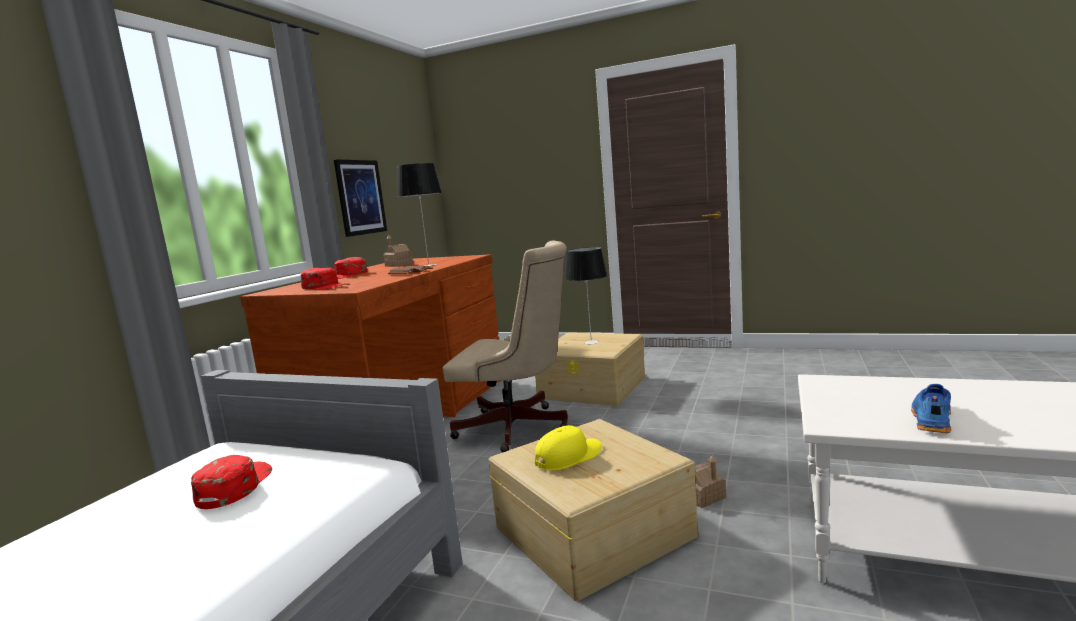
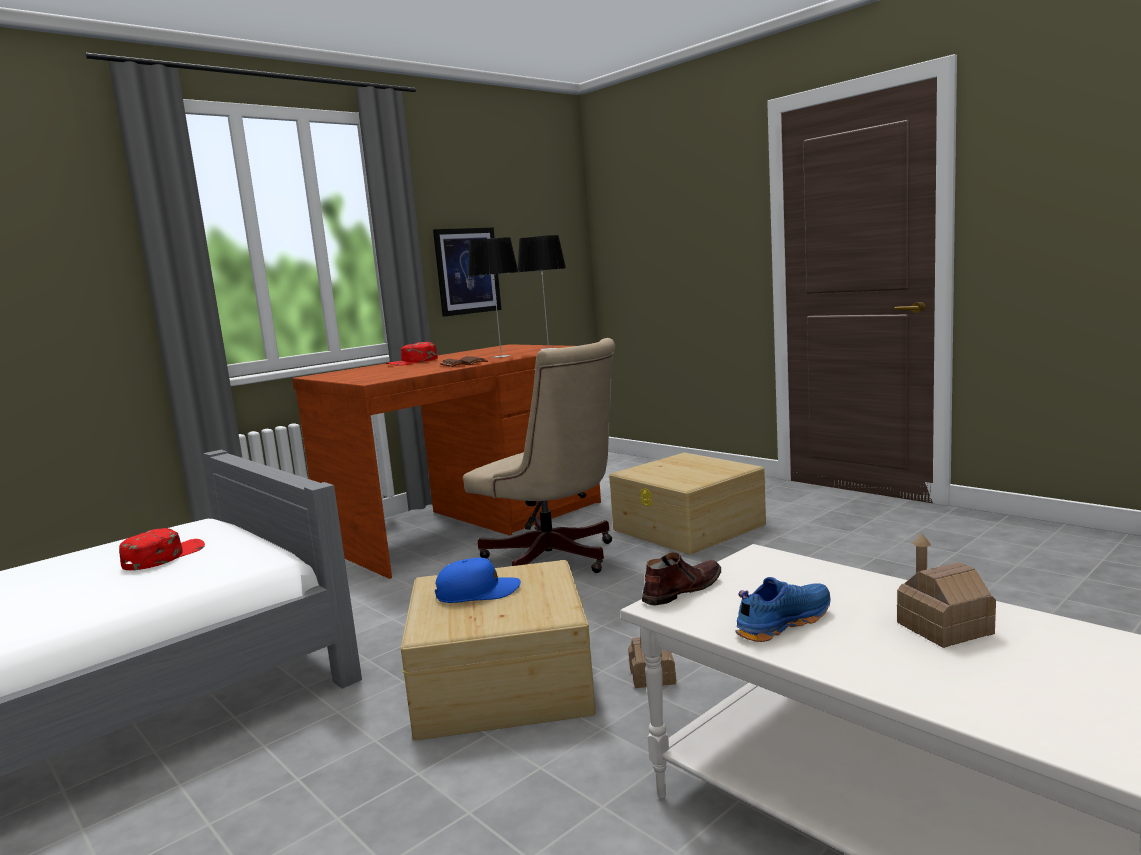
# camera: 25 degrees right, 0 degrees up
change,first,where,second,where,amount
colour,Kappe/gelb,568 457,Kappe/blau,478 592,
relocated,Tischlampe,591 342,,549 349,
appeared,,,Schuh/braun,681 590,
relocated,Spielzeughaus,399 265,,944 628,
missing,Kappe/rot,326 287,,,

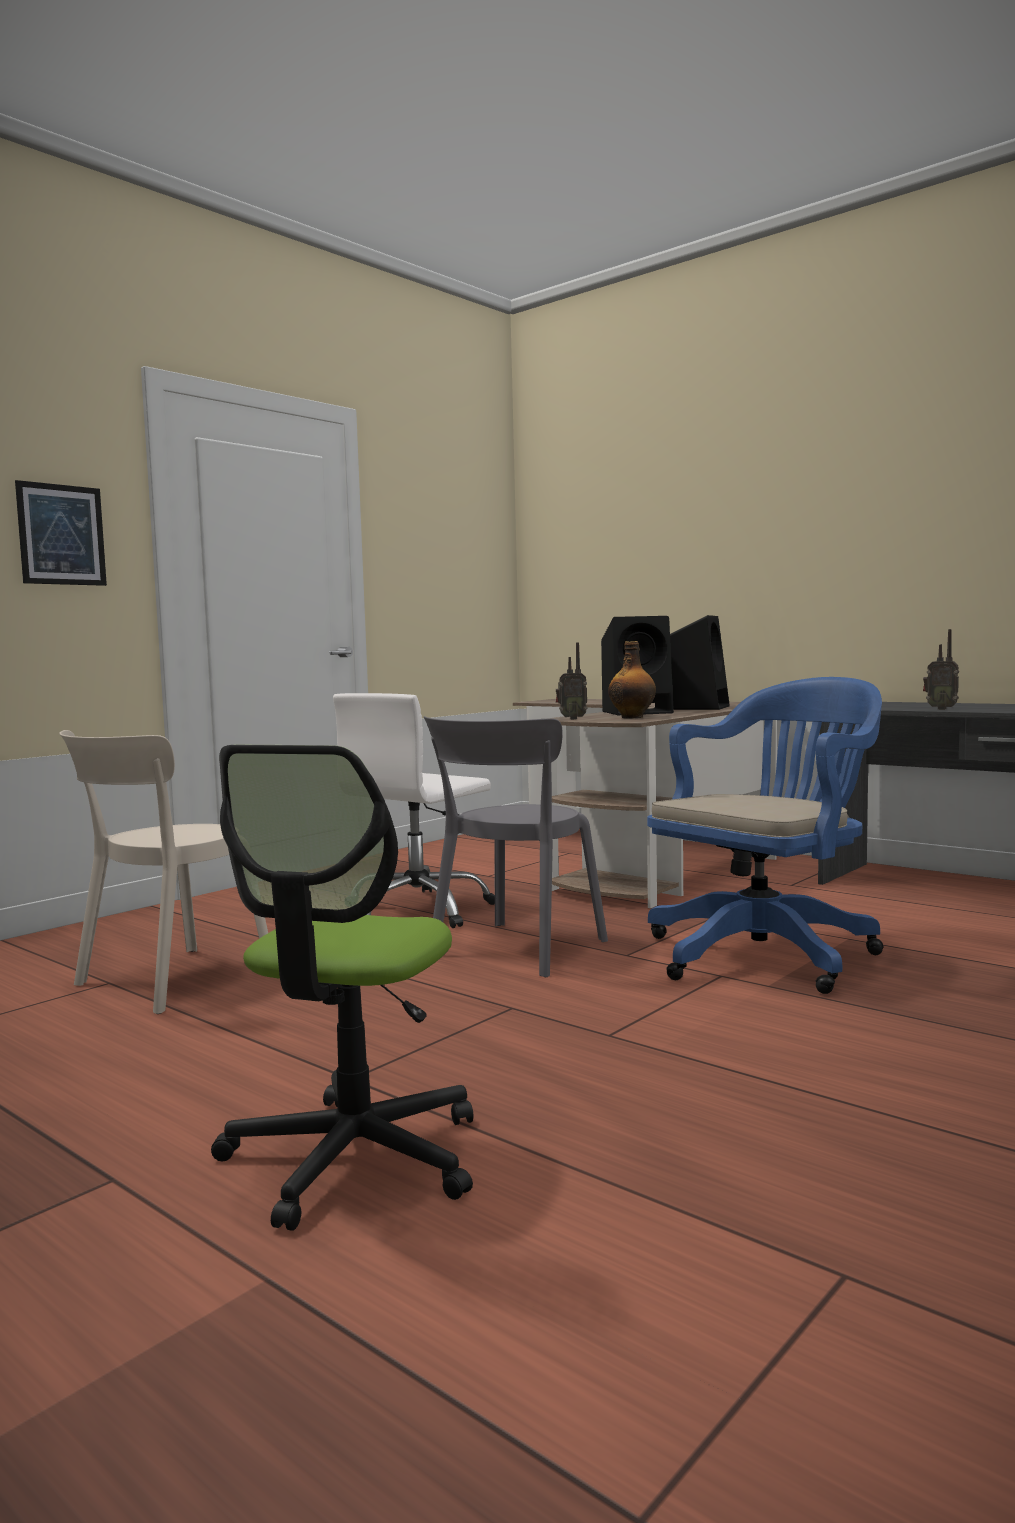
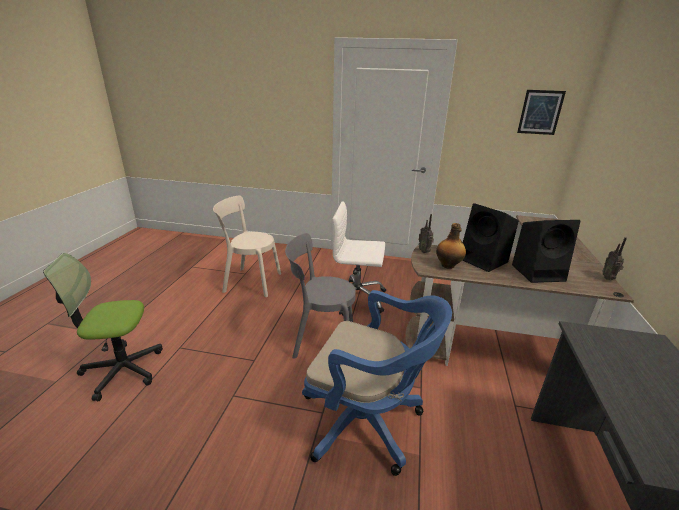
# camera: 60 degrees right, 20 degrees up
change,first,where,second,where,amount
relocated,Bild,61 534,,540 112,
relocated,Radio,941 709,,608 278,

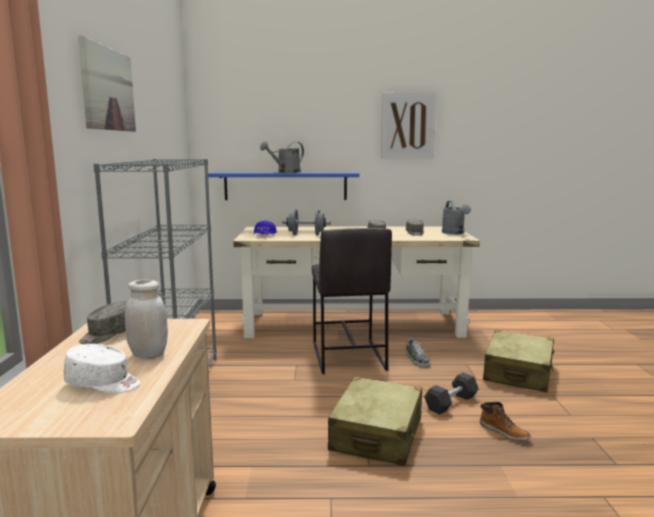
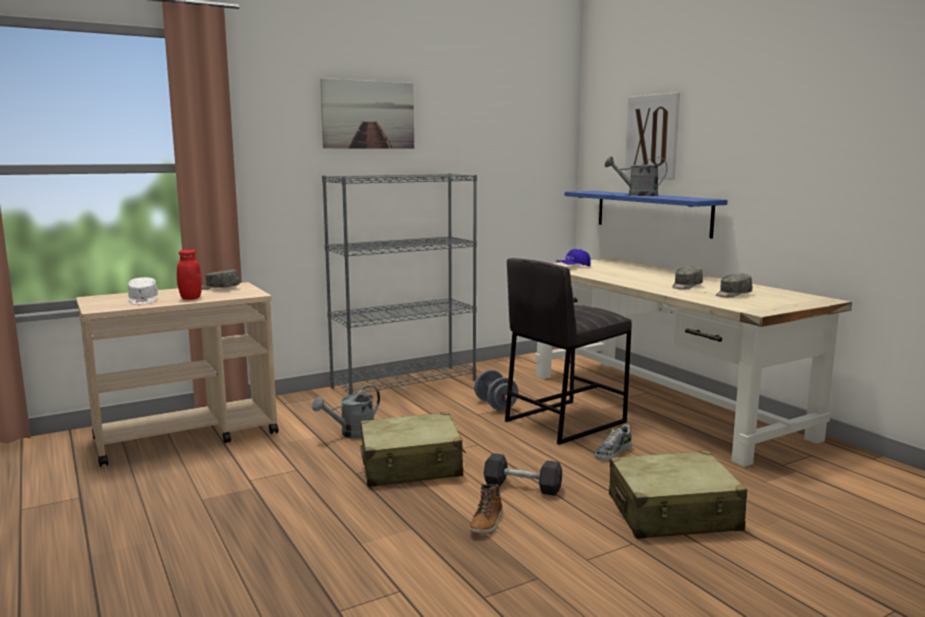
# camera: 60 degrees right, 0 degrees up
change,first,where,second,where,amount
colour,Vorratsglas/weiß,148 354,Vorratsglas/rot,190 298,
relocated,Gießkanne/grau,454 233,,352 433,
relocated,Hantel/grau,306 235,,495 405,
relocated,Bild,408 125,,651 137,

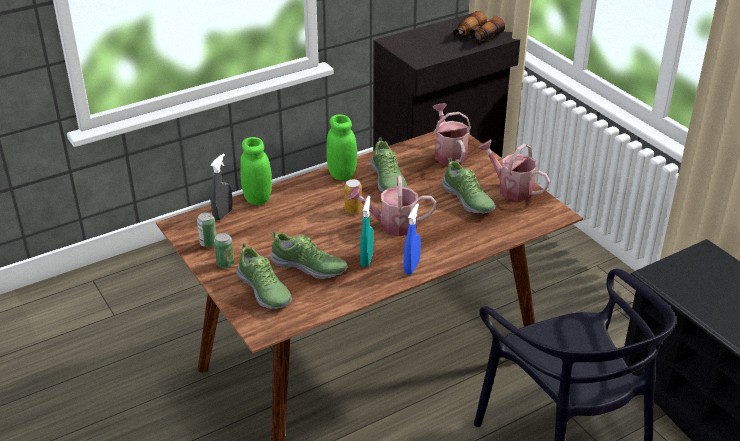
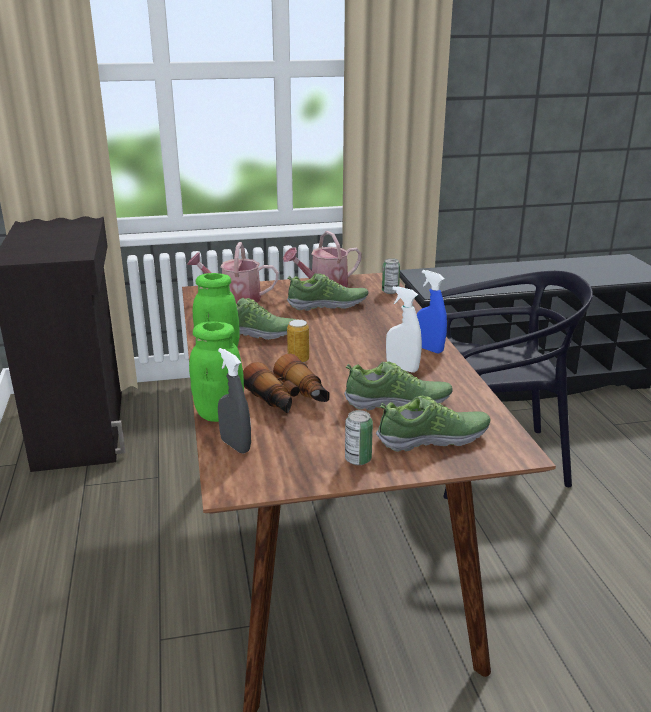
# camera: 70 degrees left, 10 degrees down
change,first,where,second,where,amount
relocated,Fernglas,475 37,,288 400,
spun,Schuh,309 267,,397 402,45 degrees clockwise
relocated,Dose,208 243,,390 291,
colour,Sprühflasche/türkis,366 259,Sprühflasche/weiß,402 368,
missing,Gießkanne,392 225,,,

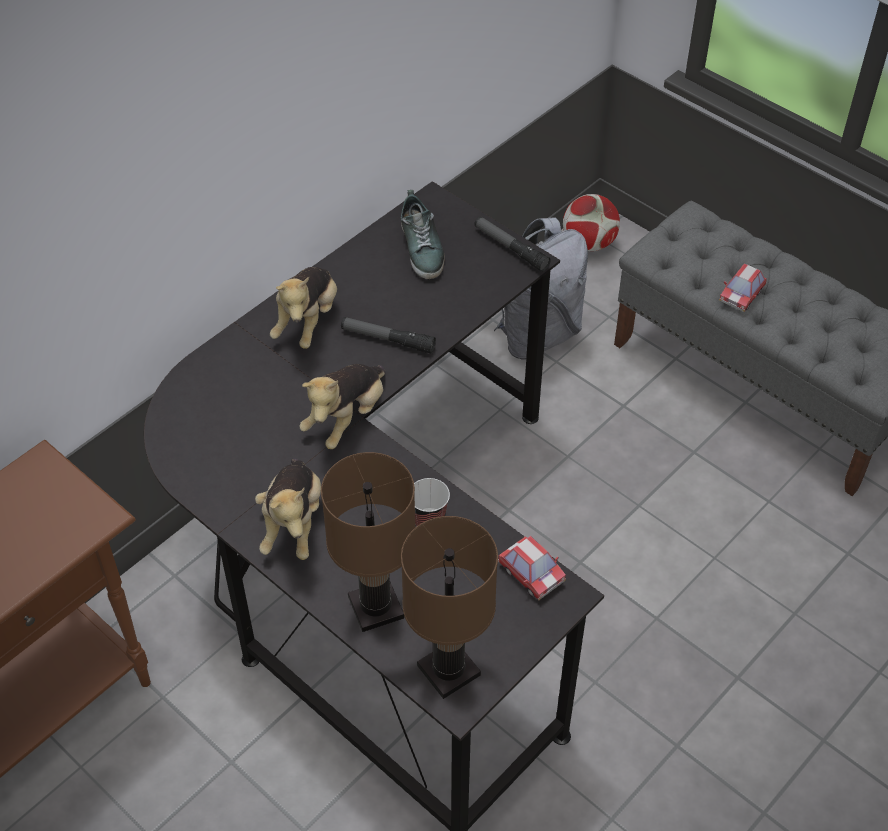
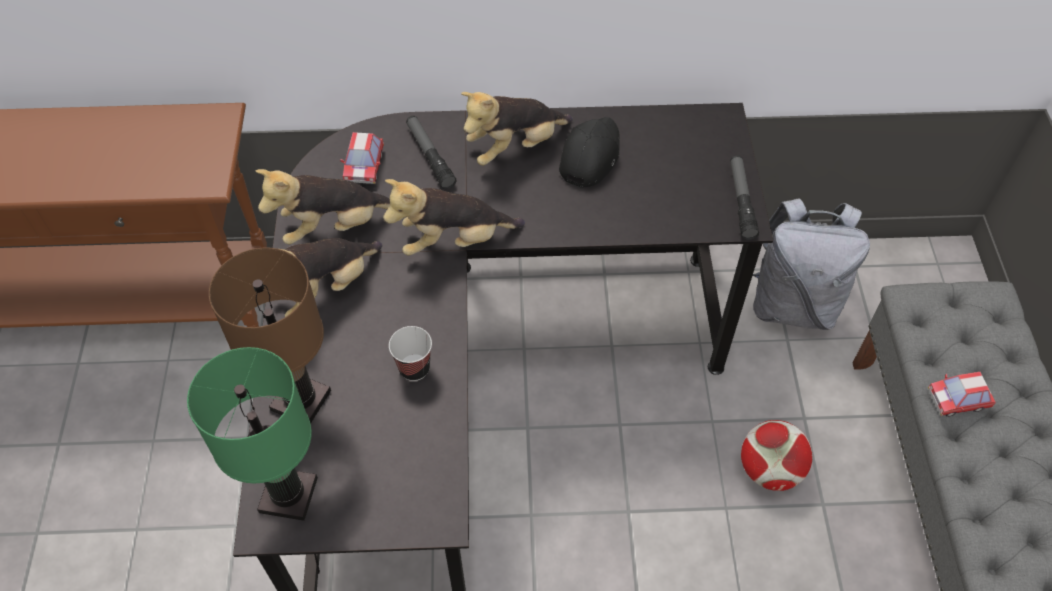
# camera: 45 degrees right, 5 degrees up
change,first,where,second,where,amount
colour,Tischlampe/braun,447 670,Tischlampe/grün,288 494,
appeared,,,Plüschtier,334 226,
relocated,Spielzeugauto,531 574,,364 167,
relocated,Taschenlampe,387 339,,430 156,
appeared,,,Kappe/schwarz,589 156,
relocated,Fußball,589 243,,769 470,
missing,Schuh,422 248,,,

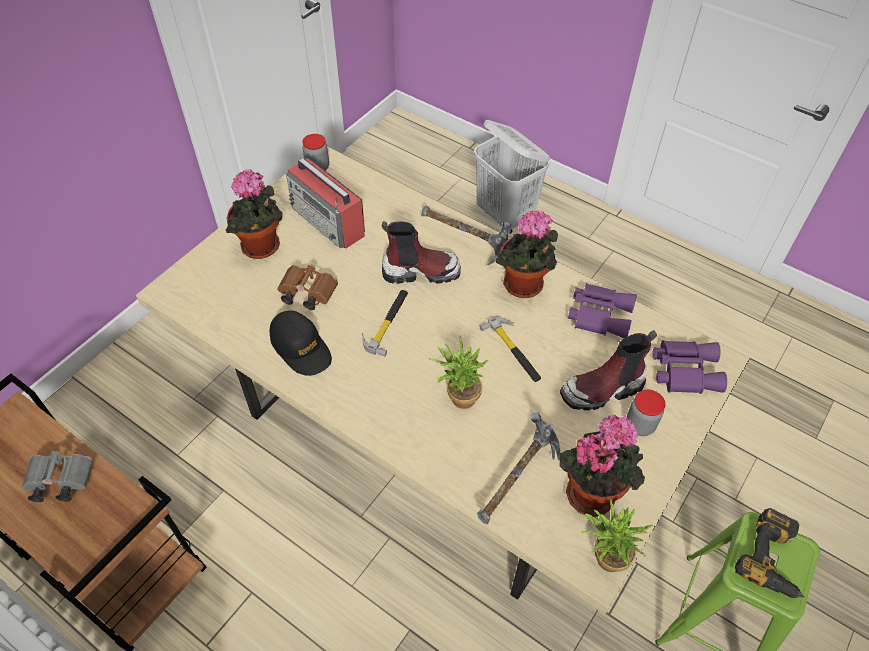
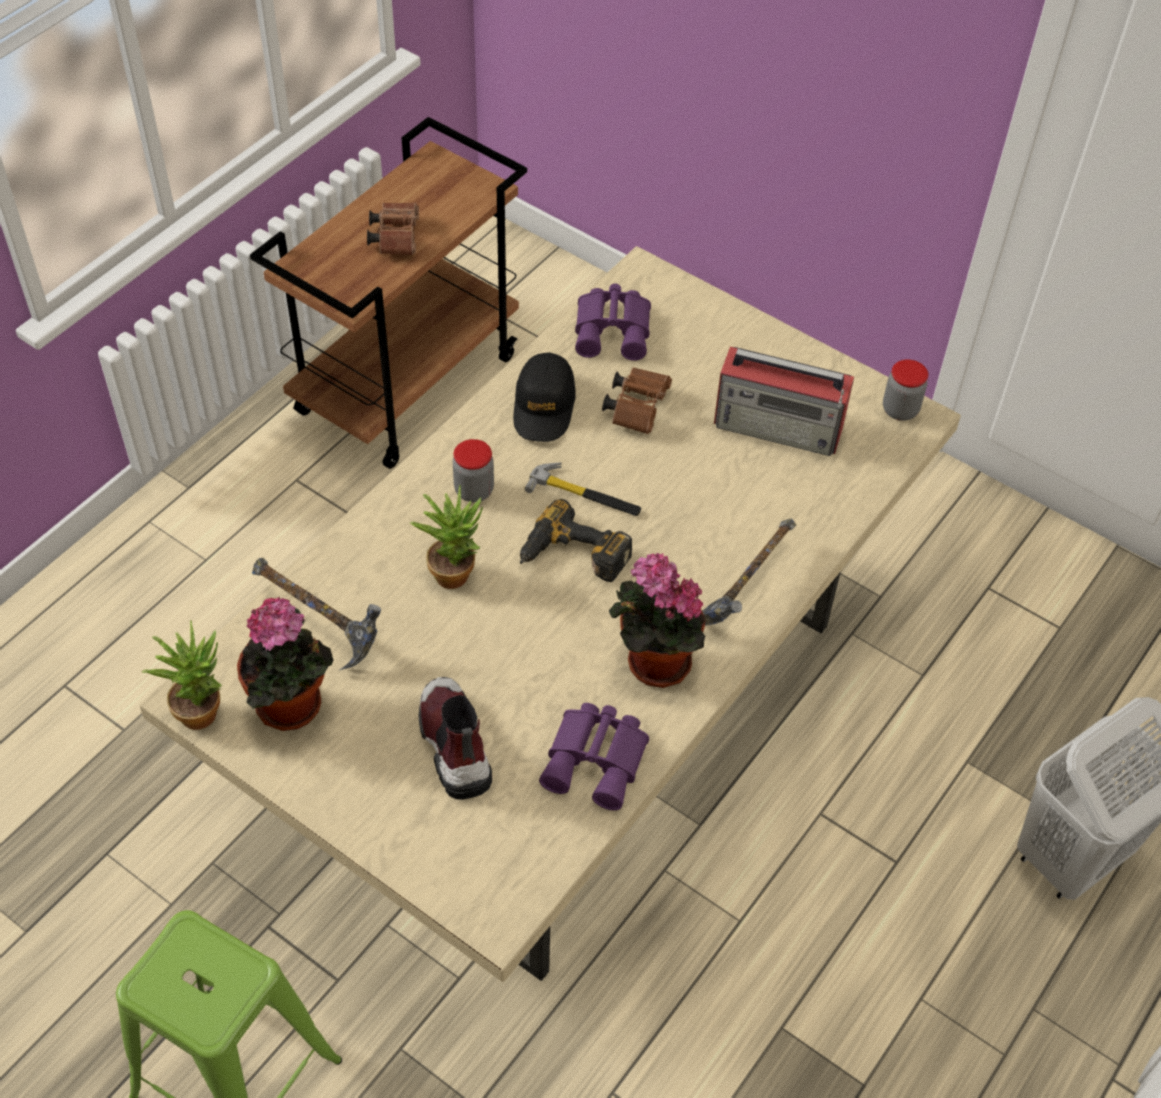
# camera: 90 degrees right, 0 degrees up
change,first,where,second,where,amount
colour,Fernglas/grau,59 482,Fernglas/braun,396 237,
relocated,Vorratsglas,640 425,,474 490,
spun,Kappe/schwarz,301 348,,544 406,45 degrees counterclockwise
relocated,Bohrmaschine,774 559,,572 557,
relocated,Fernglas/lila,684 370,,614 330,
spun,Radio,329 222,,780 427,120 degrees counterclockwise
missing,Topfpflanze,262 248,,,
missing,Stiefel,420 271,,,
missing,Hammer,514 350,,,

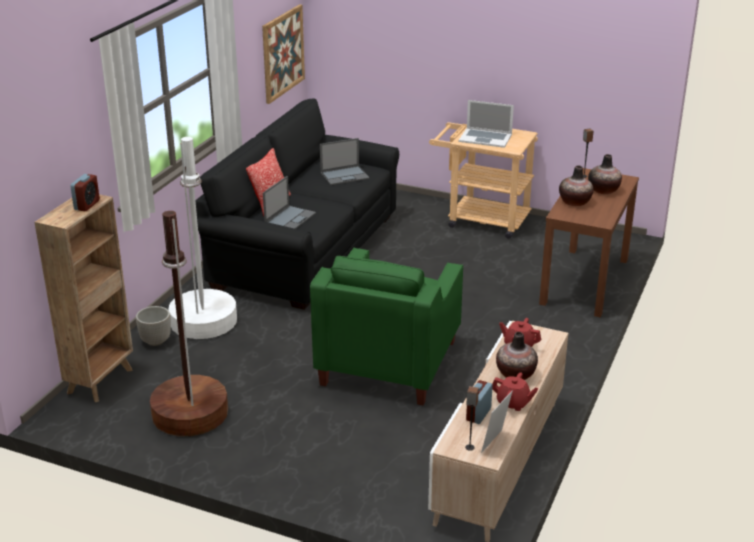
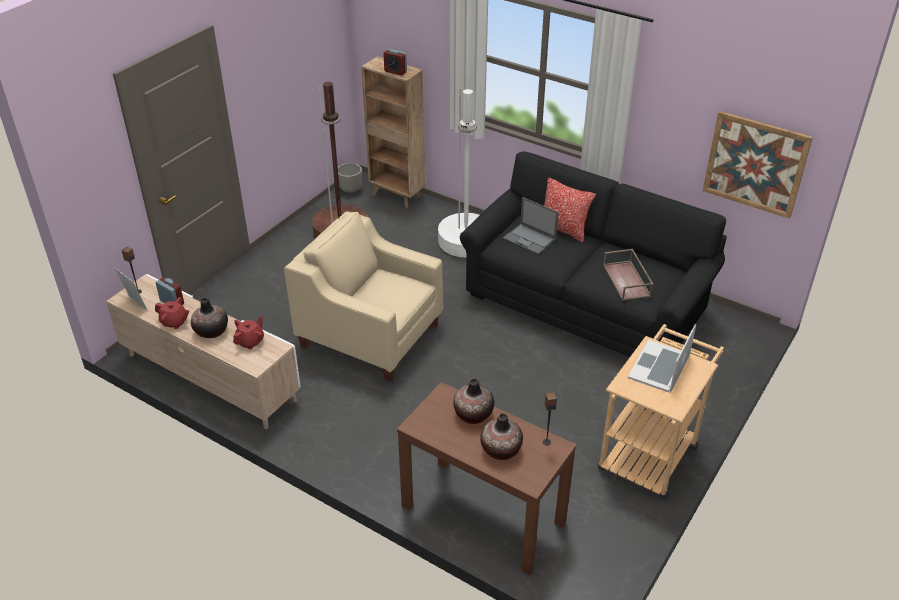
# camera: 100 degrees right, 10 degrees up
change,first,where,second,where,amount
spun,Teekanne/rot,513 403,,174 322,105 degrees counterclockwise
colour,Sessel/grün,388 362,Sessel/beige,370 335,
relocated,Pflanzkübel,155 341,,350 189,
exchanged,Laptop,345 175,Tablett/braun,627 281,

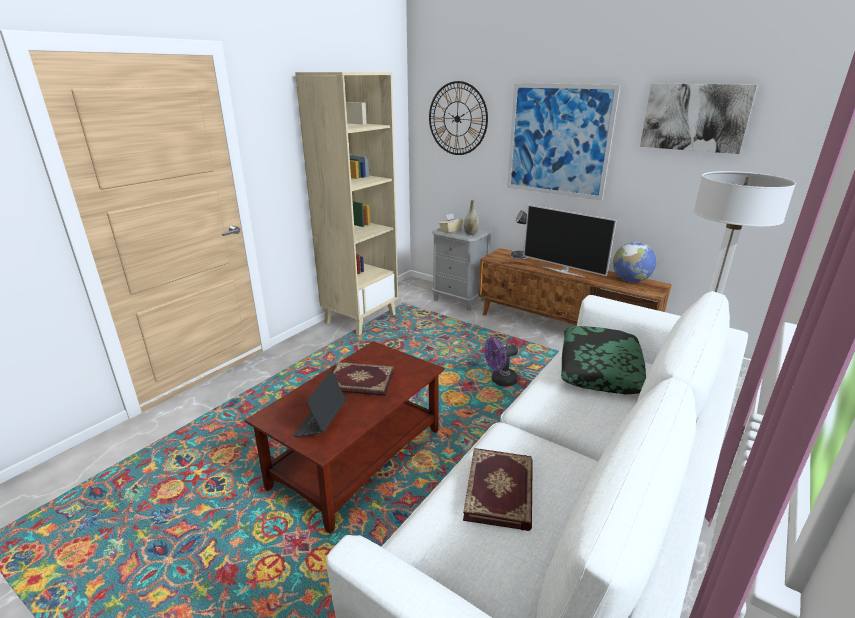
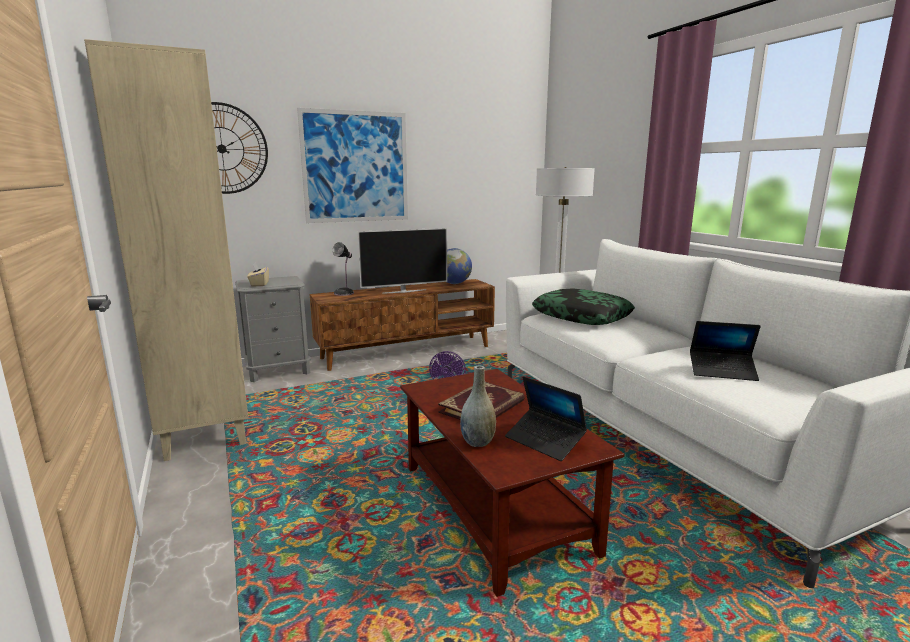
# camera: 60 degrees left, 10 degrees down
change,first,where,second,where,amount
relocated,Vase/grau,470 233,,477 442,
exchanged,Buch,501 490,Laptop,722 371,
missing,Bild,695 117,,,

